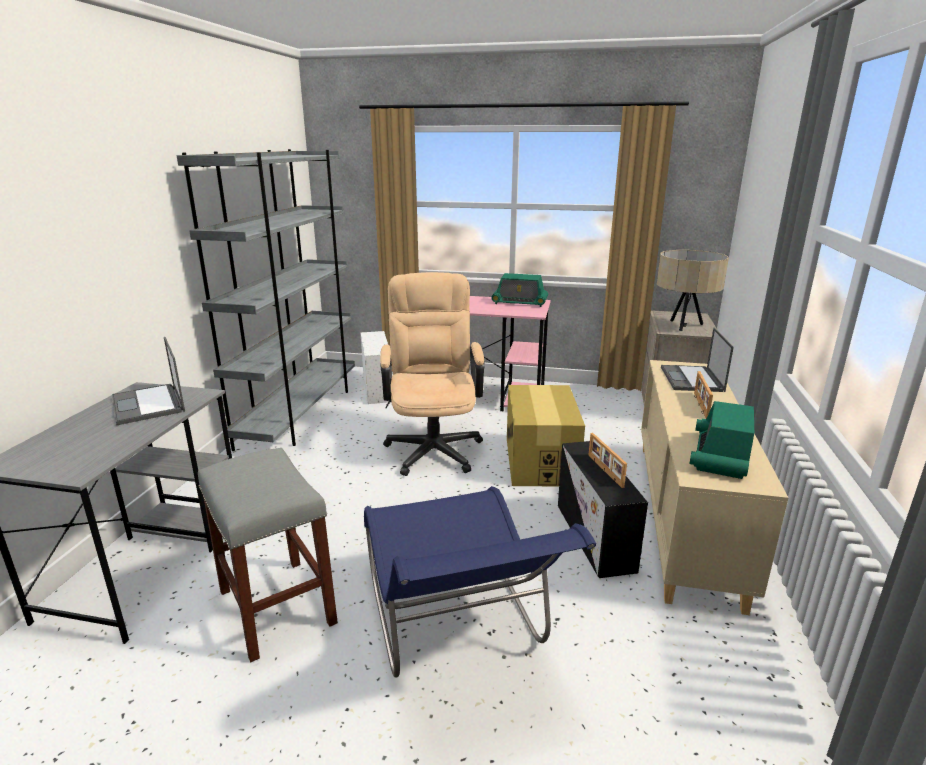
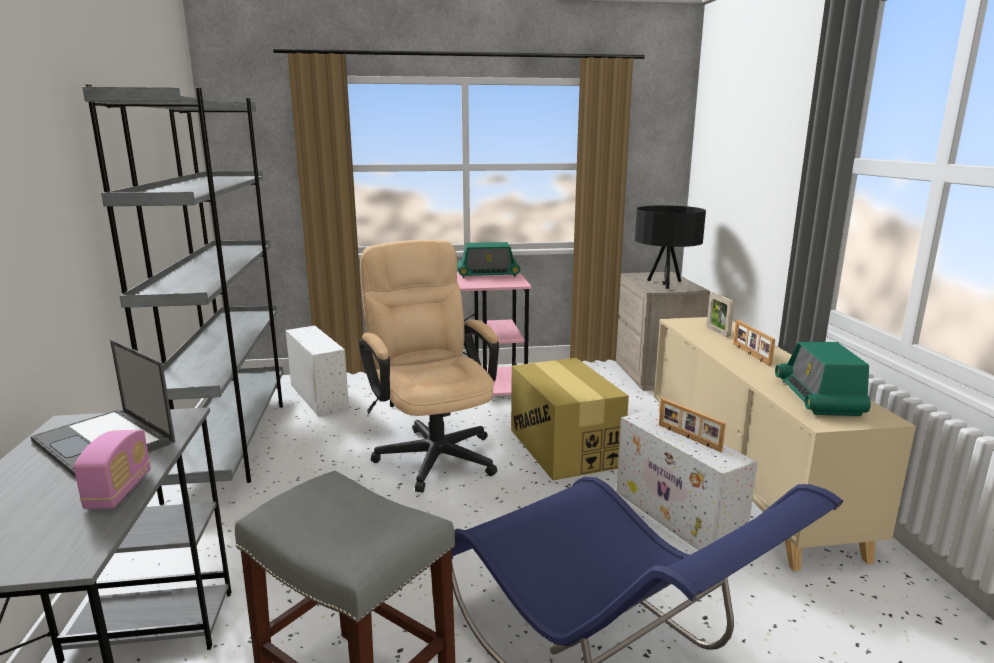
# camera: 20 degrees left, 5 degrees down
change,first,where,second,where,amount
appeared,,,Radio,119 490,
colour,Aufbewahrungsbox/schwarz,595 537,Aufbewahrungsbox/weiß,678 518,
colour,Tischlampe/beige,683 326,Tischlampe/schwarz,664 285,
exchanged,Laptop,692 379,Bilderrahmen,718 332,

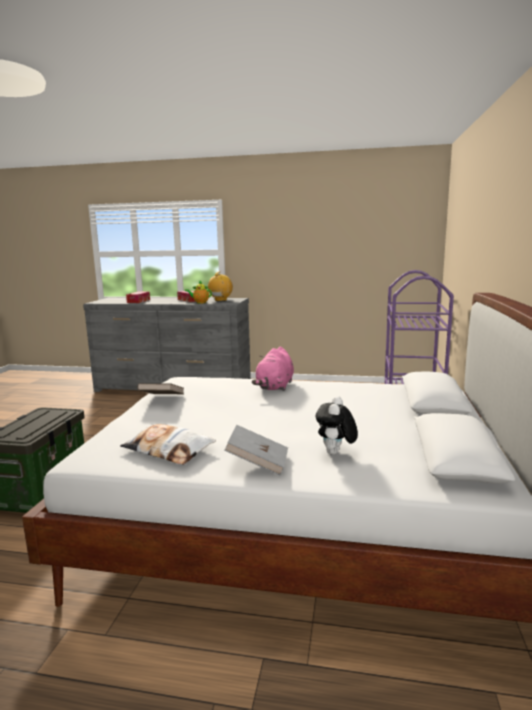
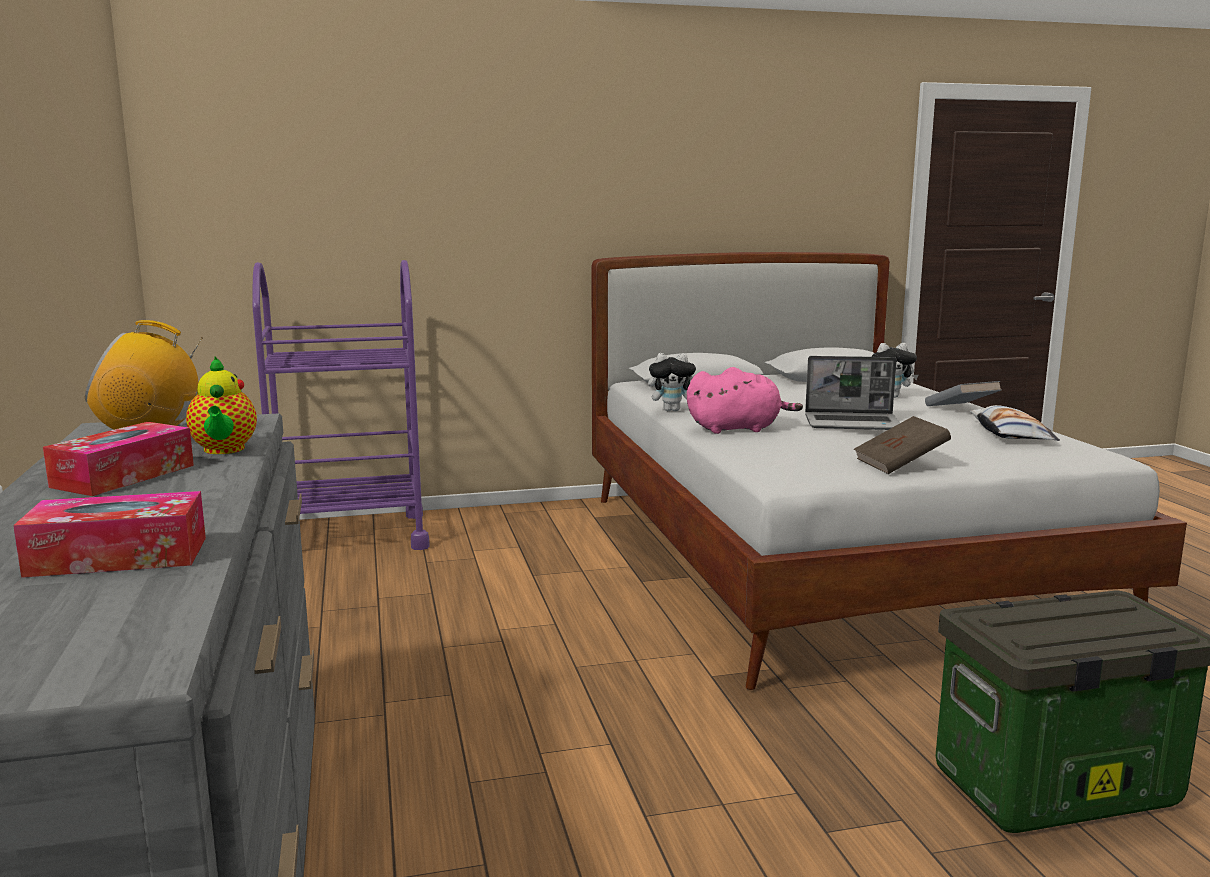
# camera: 115 degrees left, 0 degrees up
change,first,where,second,where,amount
appeared,,,Plüschtier,672 410,
appeared,,,Laptop,853 423,

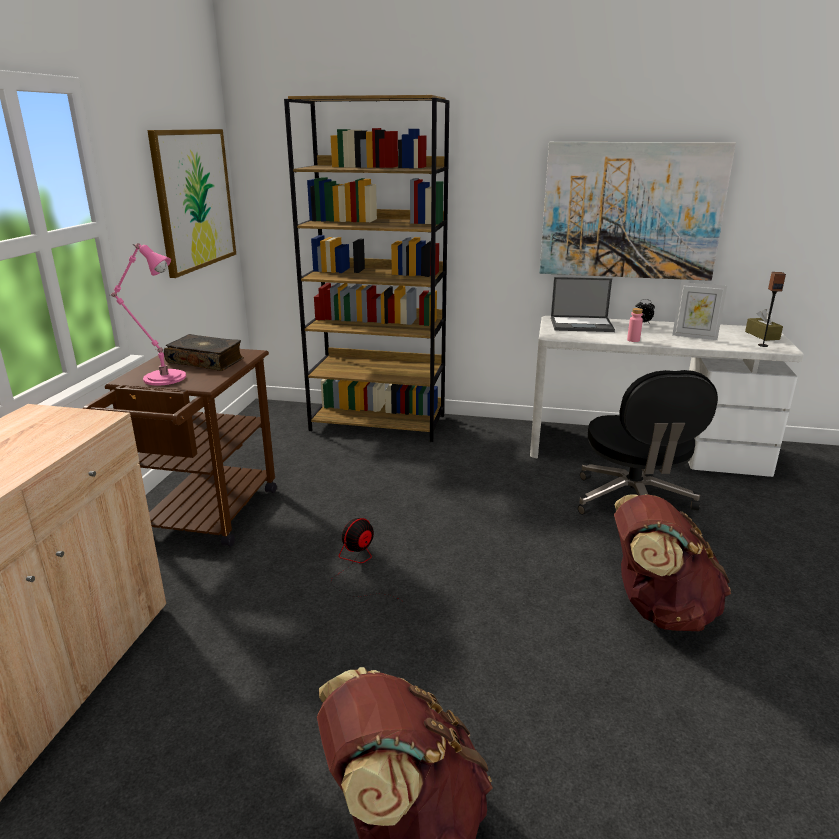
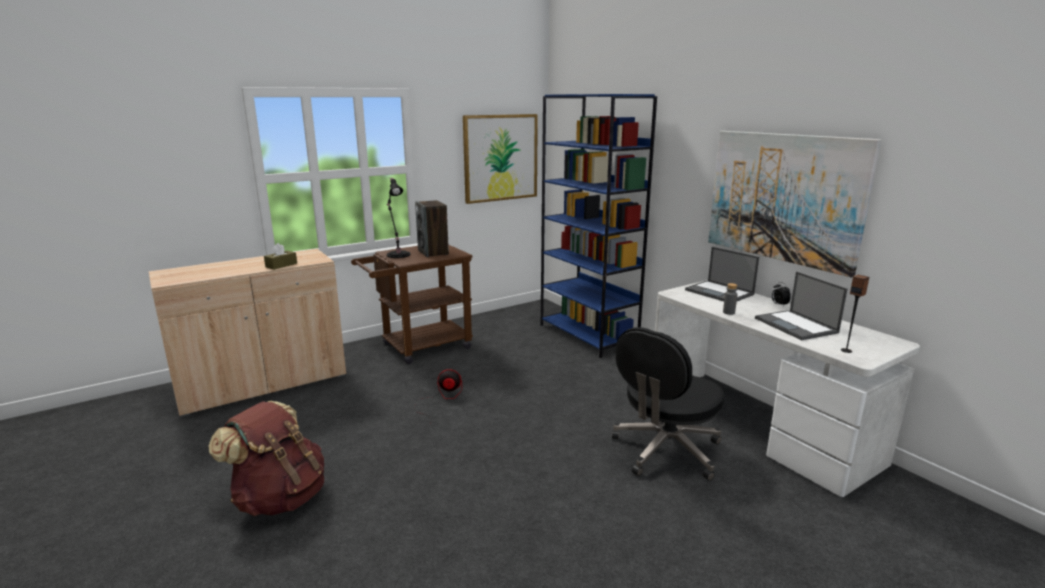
# camera: 45 degrees right, 5 degrees down
change,first,where,second,where,amount
relocated,Taschentuchbox/braun,762 335,,281 265,
colour,Tischlampe/rosa,162 377,Tischlampe/schwarz,398 254,
exchanged,Buch,206 361,Lautsprecher,433 252,
colour,Bücherregal/braun,379 423,Bücherregal/blau,588 335,
colour,Flasche/rosa,633 340,Flasche/grau,728 312,
exchanged,Bilderrahmen,694 336,Laptop,796 326,
missing,Rucksack/braun,658 609,,,

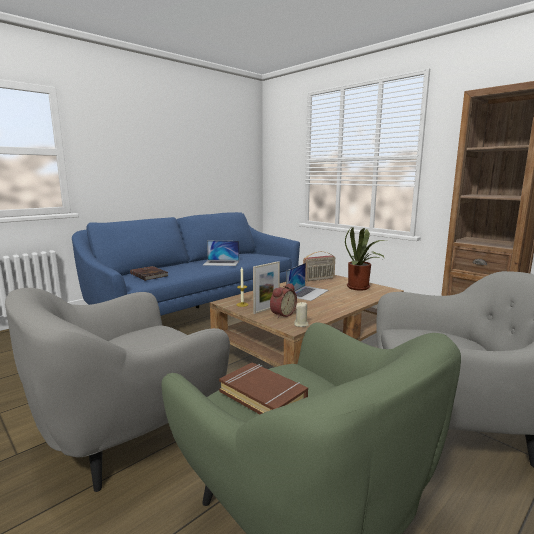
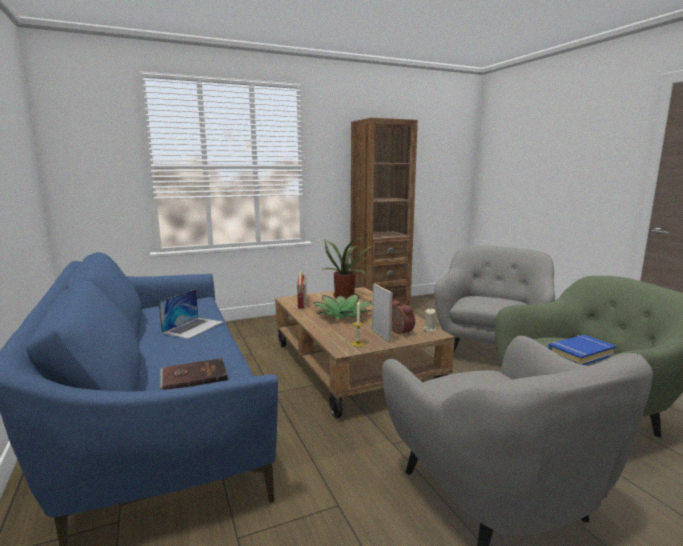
# camera: 70 degrees left, 0 degrees up
change,first,where,second,where,amount
exchanged,Laptop,307 293,Topfpflanze,343 314,
colour,Buch/braun,263 396,Buch/blau,580 354,

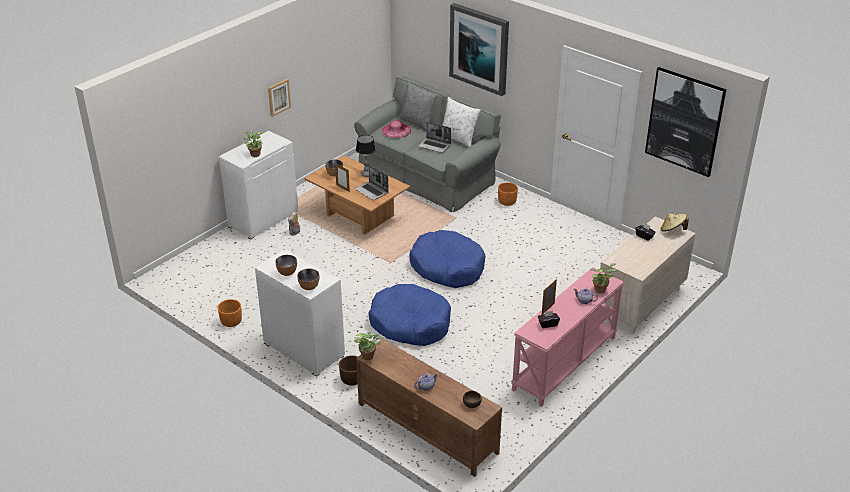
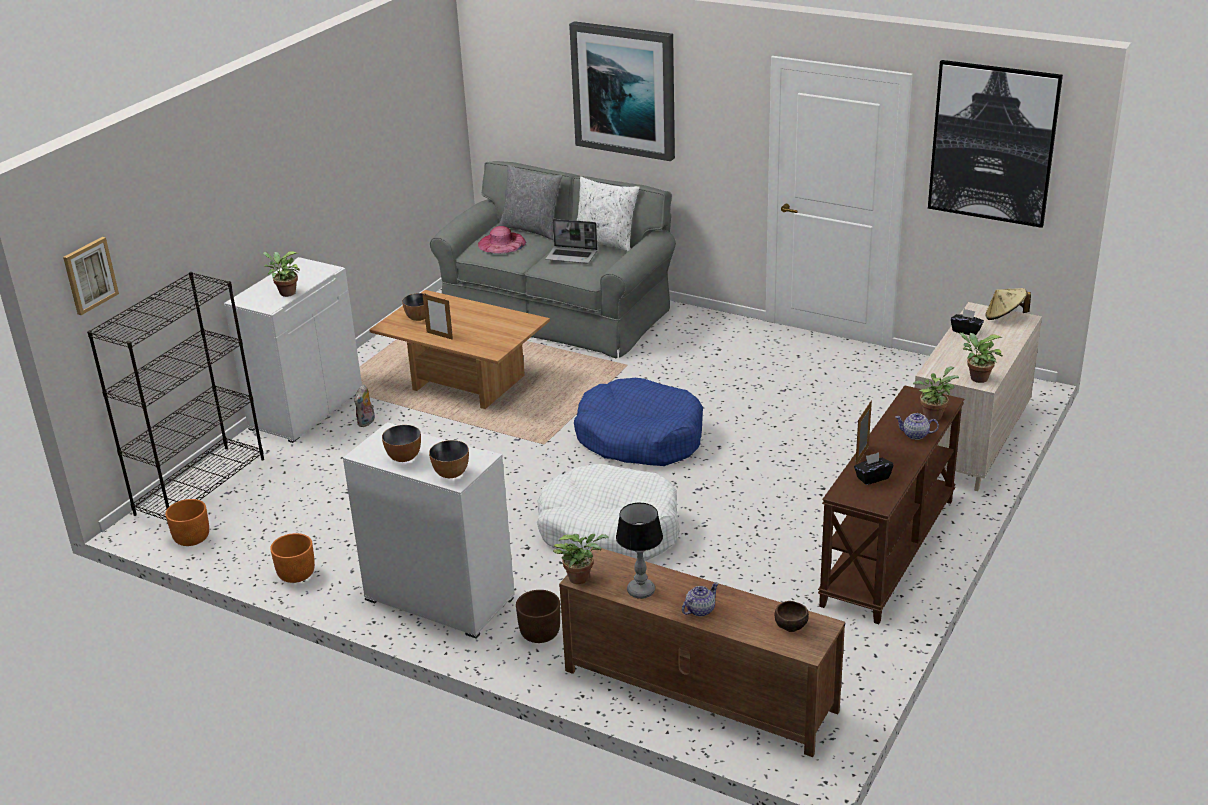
# camera: 10 degrees left, 5 degrees down
change,first,where,second,where,amount
relocated,Bild,278 97,,89 275,
appeared,,,Bücherregal/schwarz,200 485,
relocated,Pflanzkübel/orange,507 202,,192 538,
colour,Hundebett/blau,410 323,Hundebett/weiß,609 530,
relocated,Tischlampe,366 174,,640 590,
colour,Konsolentisch/rosa,565 364,Konsolentisch/braun,890 552,
appeared,,,Topfpflanze,976 378,
missing,Laptop,372 191,,,

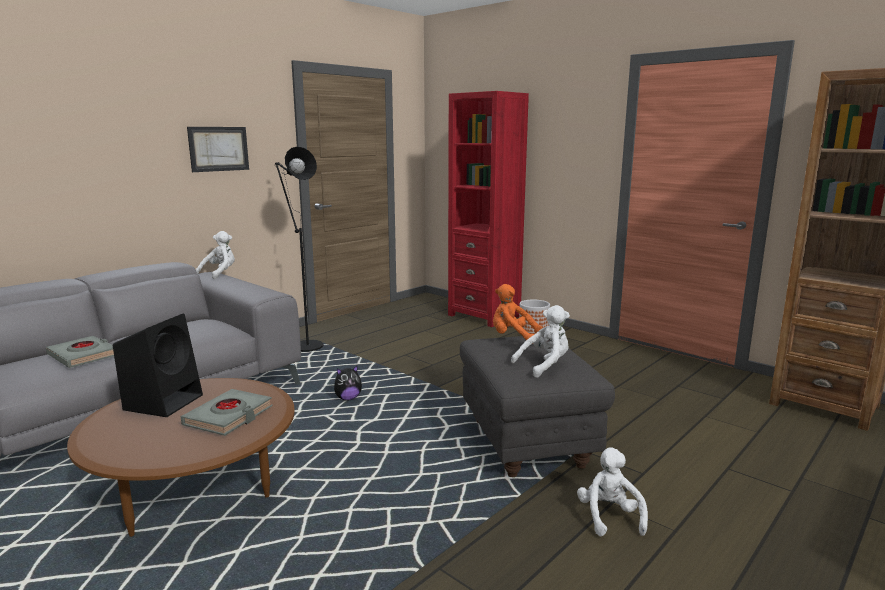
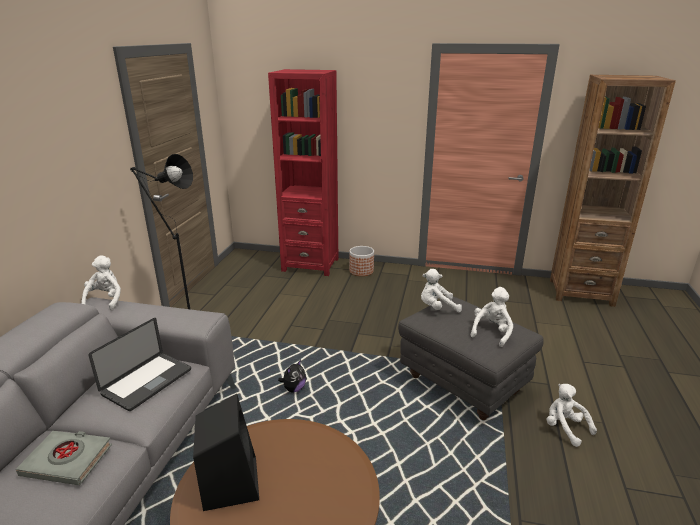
# camera: 30 degrees left, 10 degrees up
change,first,where,second,where,amount
appeared,,,Laptop,147 382,
colour,Plüschtier/orange,512 337,Plüschtier/weiß,437 308,
missing,Buch/grau,229 417,,,
missing,Bild,218 149,,,

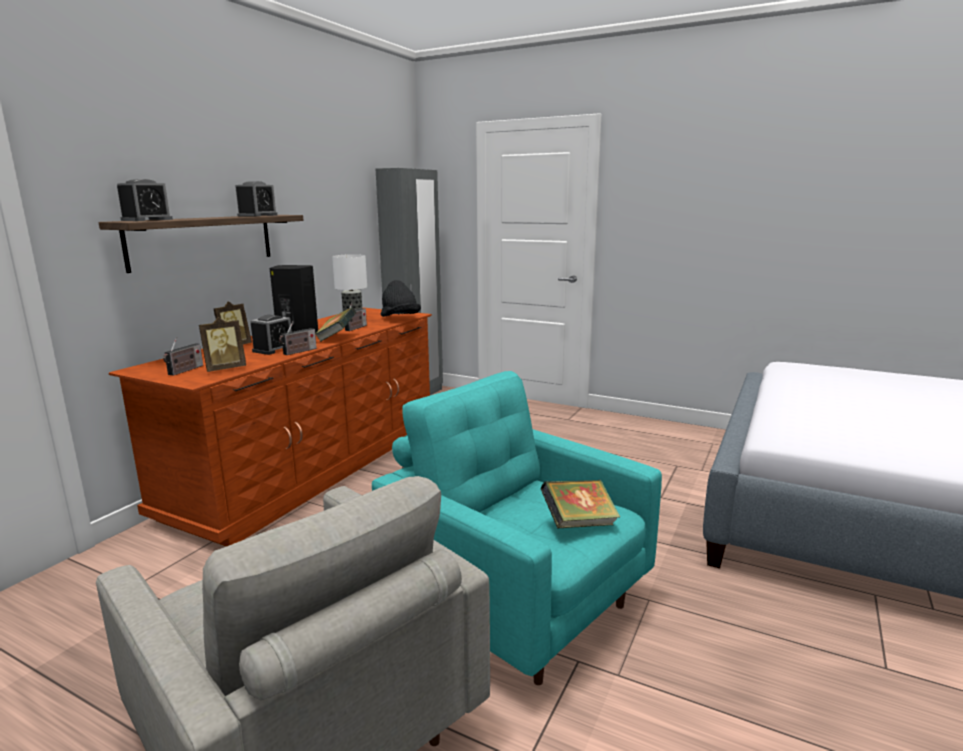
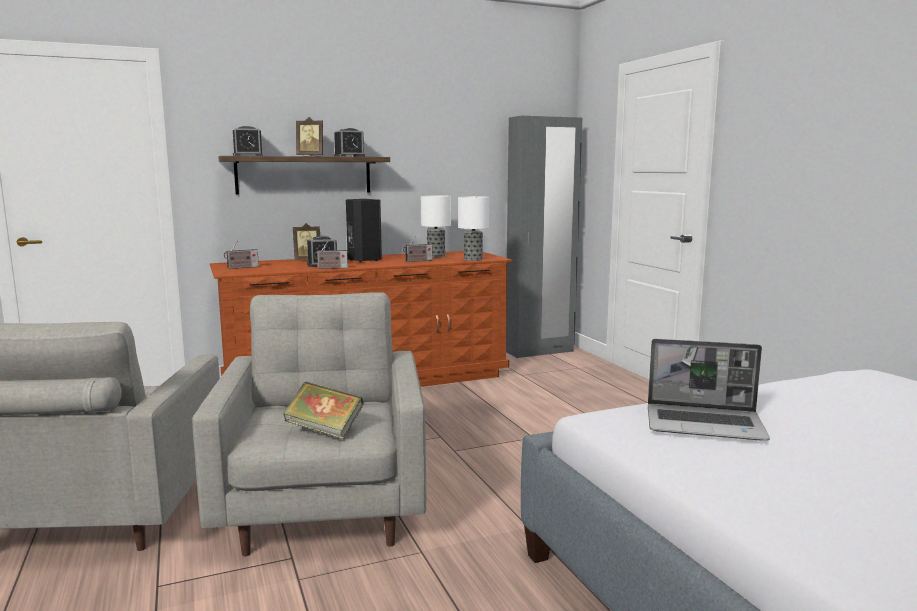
# camera: 40 degrees right, 5 degrees down
change,first,where,second,where,amount
colour,Sessel/türkis,517 603,Sessel/grau,326 507,
relocated,Bilderrahmen,225 369,,311 156,
exchanged,Hut/schwarz,400 318,Tischlampe,473 259,
appeared,,,Laptop,705 424,
missing,Buch,336 338,,,

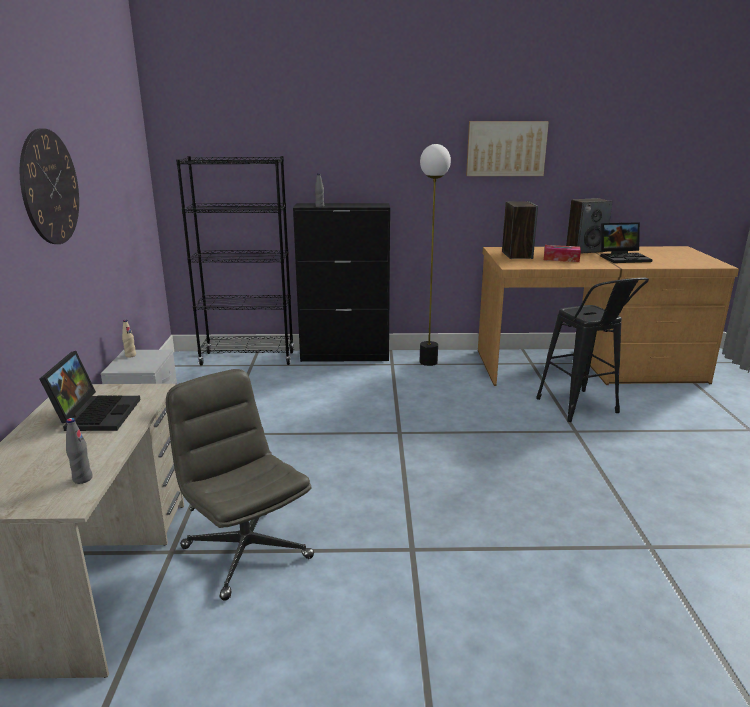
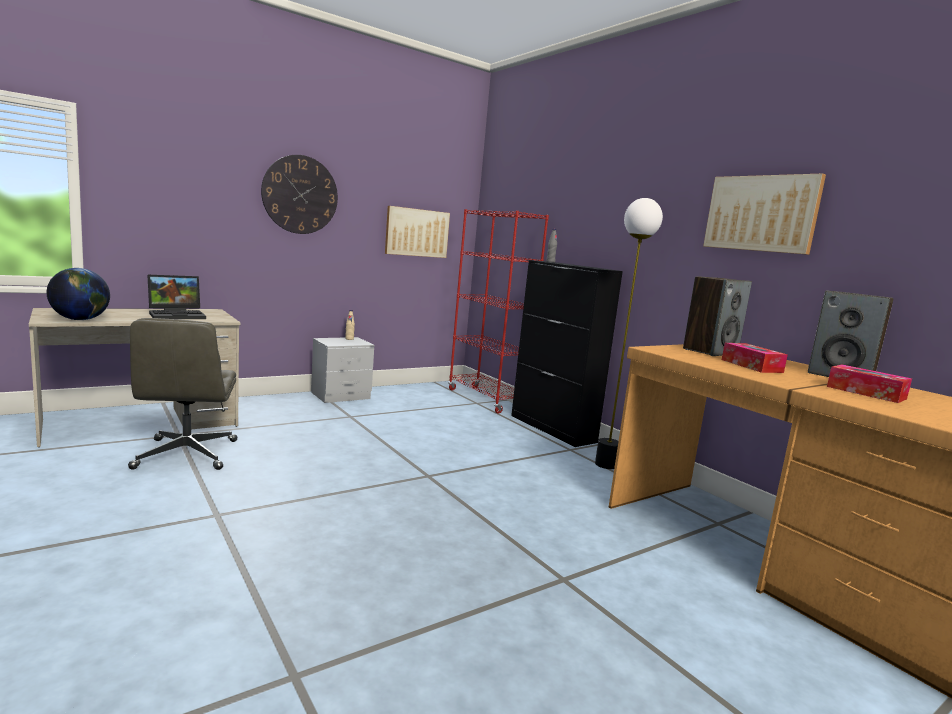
# camera: 55 degrees right, 10 degrees down
change,first,where,second,where,amount
exchanged,Flasche/grau,82 479,Globus,80 319,
spun,Bürostuhl/grau,245 551,,187 455,150 degrees clockwise
appeared,,,Bild,417 232,
colour,Bücherregal/schwarz,248 359,Bücherregal/rot,486 400,
exchanged,Laptop,624 258,Taschentuchbox,866 392,
missing,Hocker/schwarz,581 409,,,

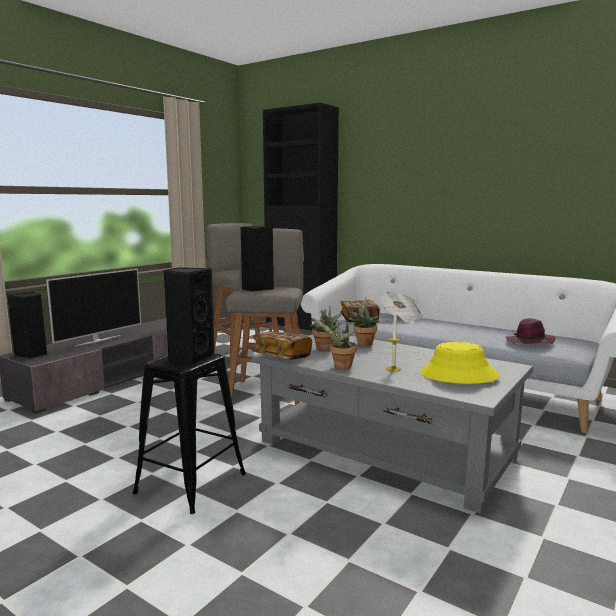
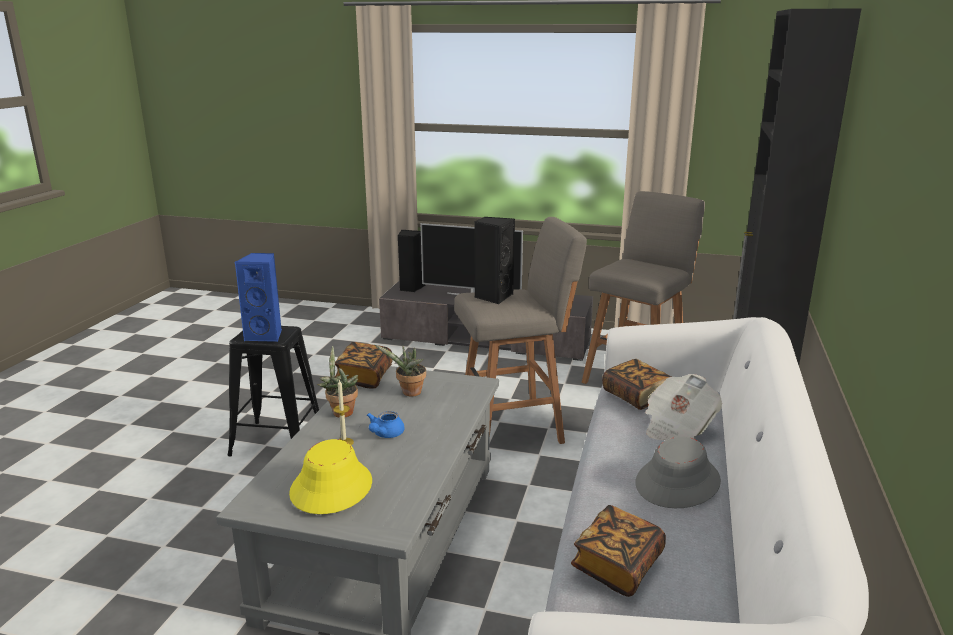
# camera: 70 degrees right, 10 degrees up
change,first,where,second,where,amount
colour,Lautsprecher/schwarz,190 358,Lautsprecher/blau,266 335,
appeared,,,Teekanne/blau,385 434,
exchanged,Hut/lila,529 342,Buch,617 566,
appeared,,,Hut/grau,678 482,
missing,Topfpflanze,363 343,,,

